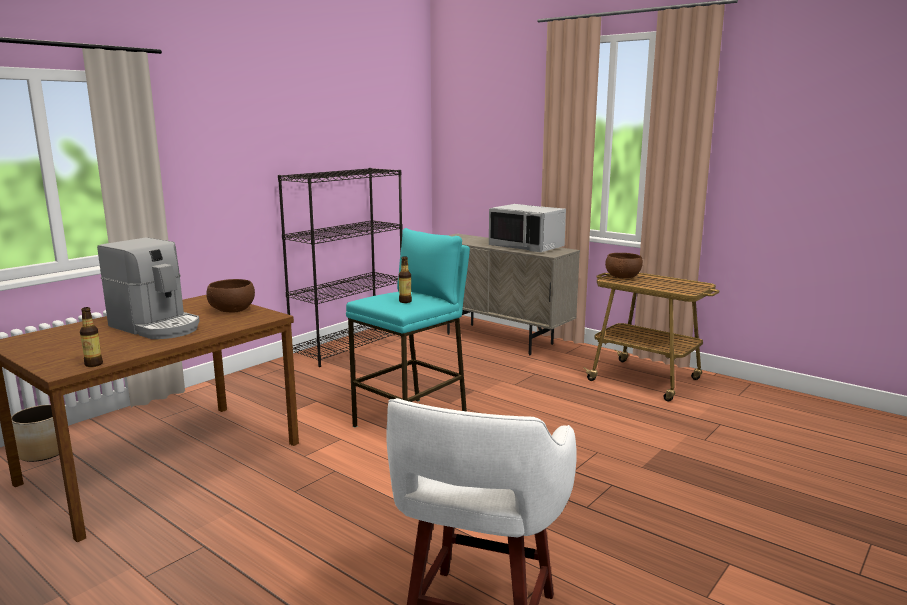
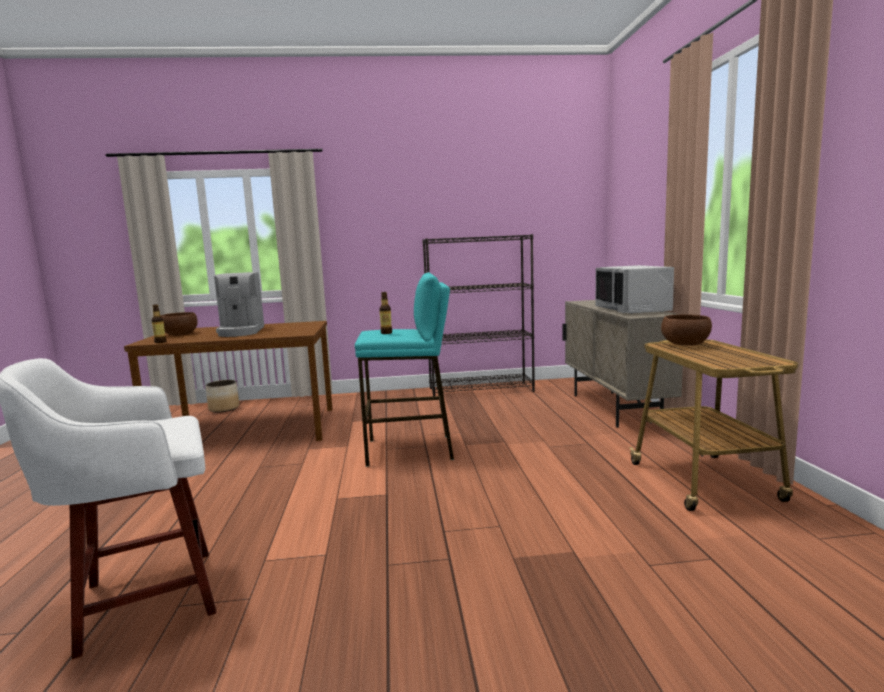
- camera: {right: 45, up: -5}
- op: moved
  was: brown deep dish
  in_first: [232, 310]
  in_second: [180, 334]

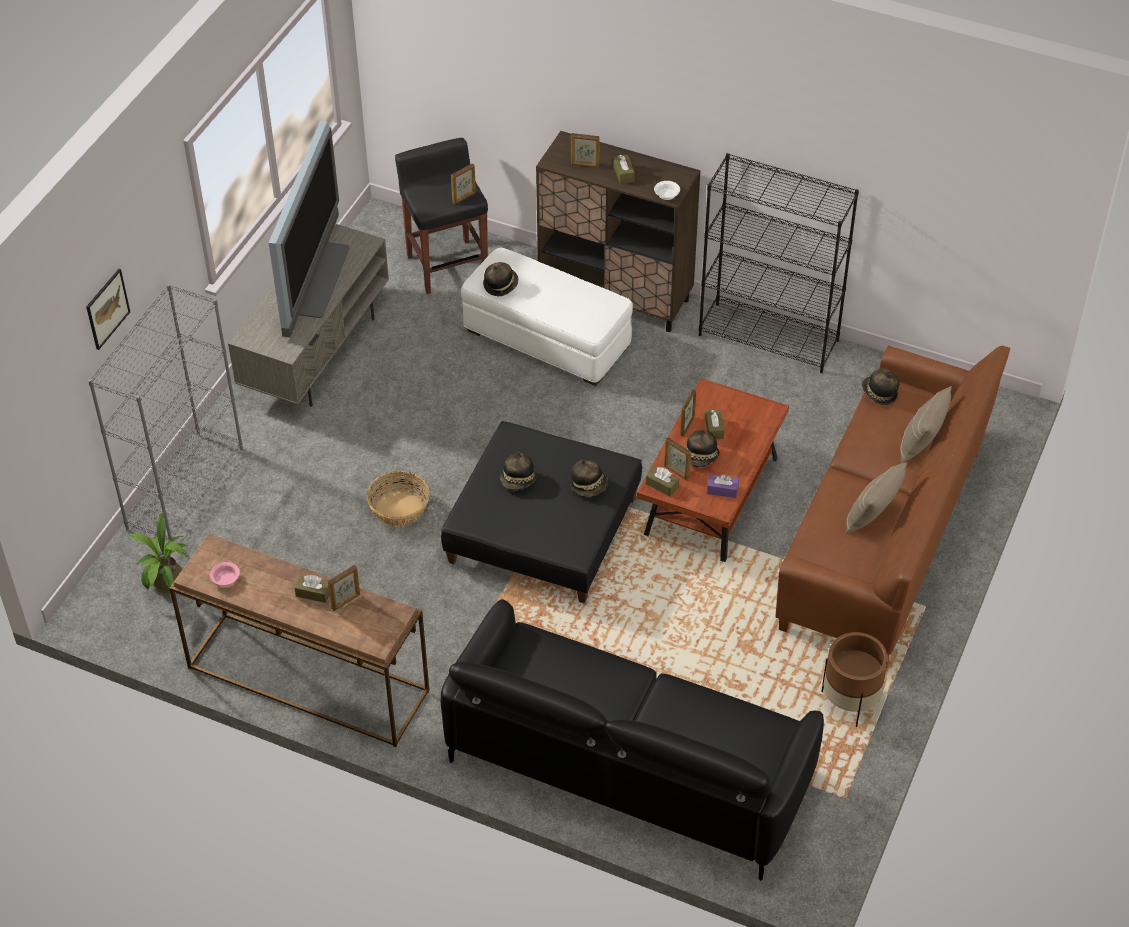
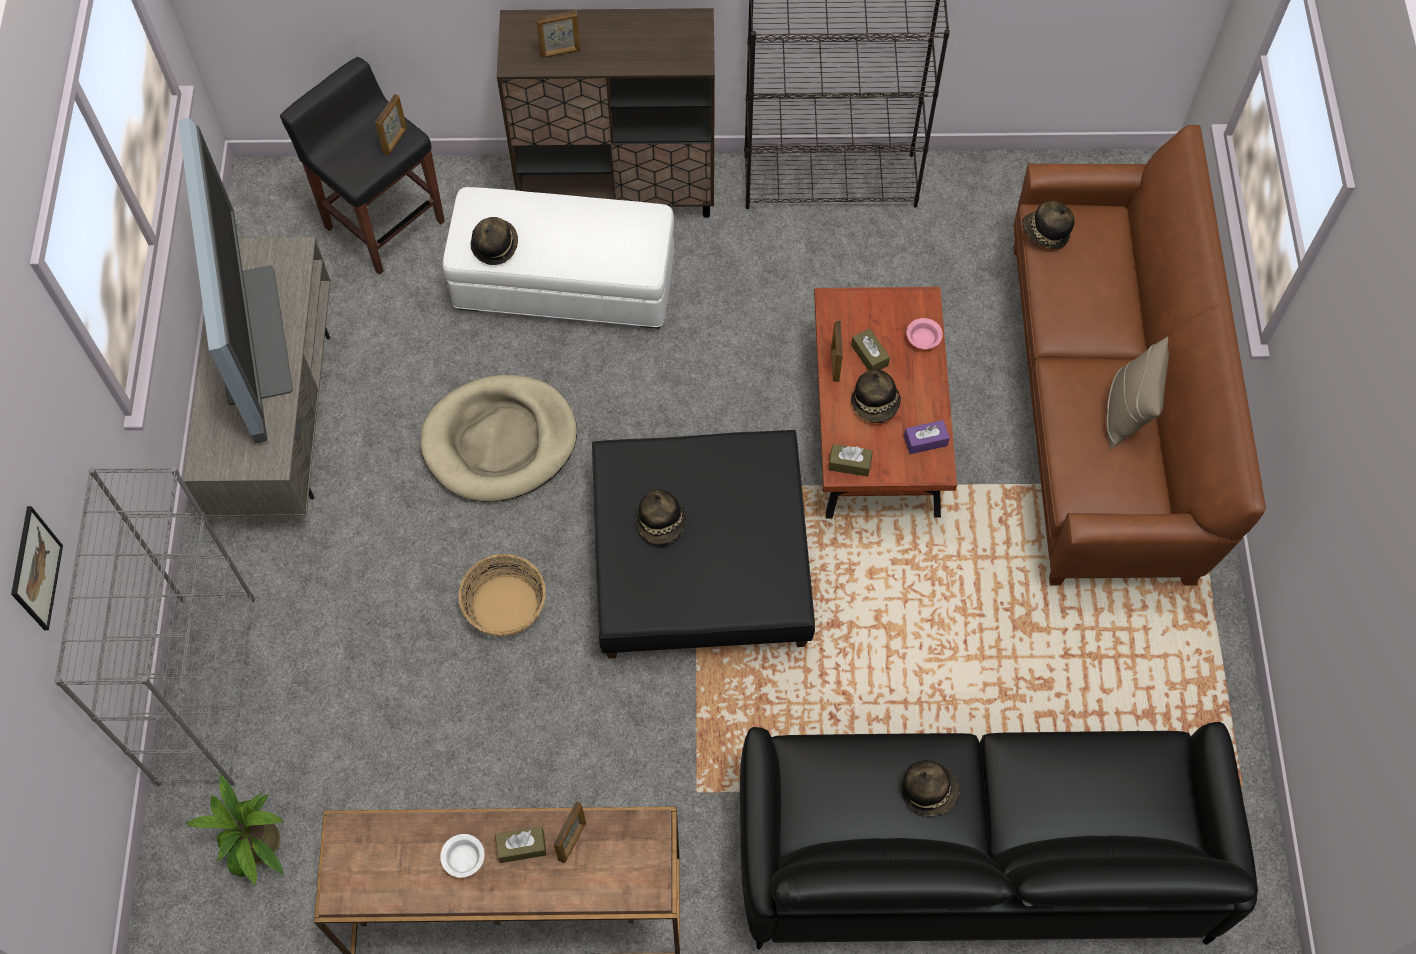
- camera: {right: -25, up: 15}
- op: moved
  was: pink deep dish
  in_first: [225, 579]
  in_second: [923, 339]
- op: moved
  was: hat
  in_first: [589, 485]
  in_second: [929, 790]
- op: removed
  was: brown tissue box
  in_first: [623, 174]
- op: moved
  was: white-coloured deep dish
  in_first: [667, 195]
  in_second: [465, 858]
- op: removed
  was: picture frame
  in_first: [676, 472]
- op: removed
  was: brown planter
  in_first: [850, 702]
- op: removed
  was: sand-coloured cushion
  in_first: [920, 444]
- op: added
  now: sand-coloured dog bed
  in_second: [500, 441]

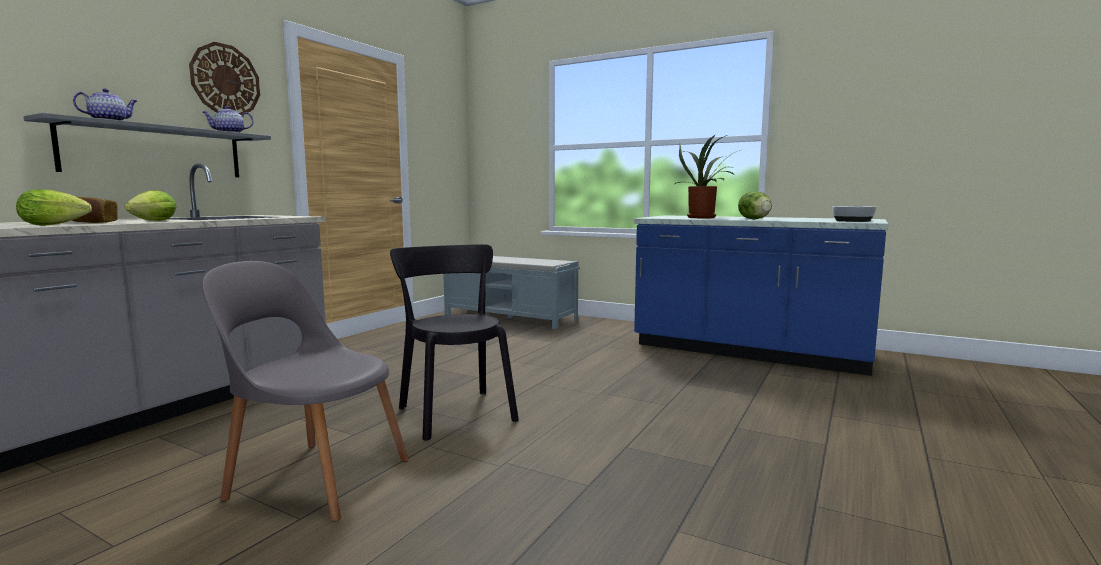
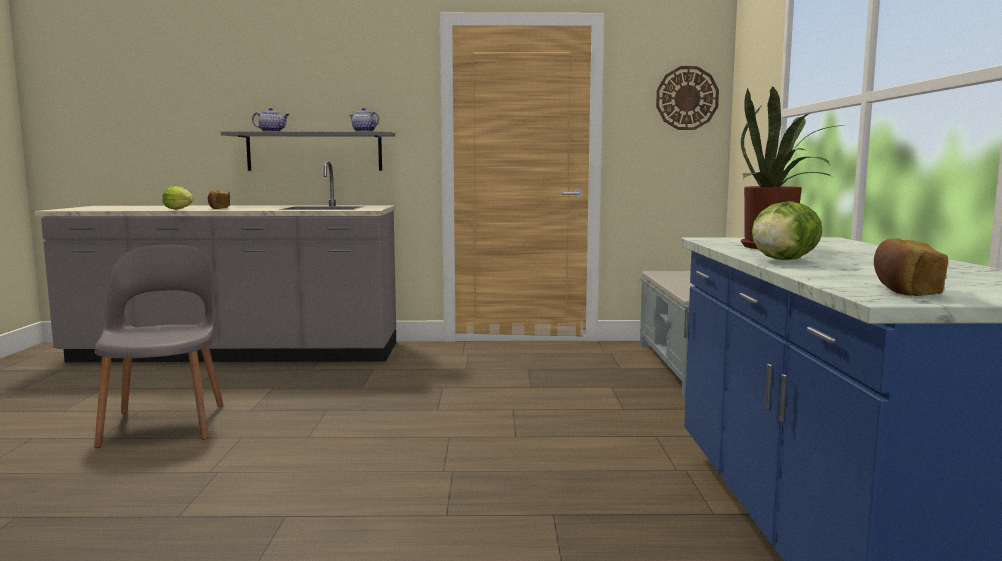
- camera: {right: 60, up: 0}
- op: removed
  was: head of lettuce
  in_first: [151, 221]
- op: moved
  was: hanging clock
  in_first: [225, 80]
  in_second: [687, 98]
- op: removed
  was: black plain chair
  in_first: [455, 412]
- op: replaced
  was: deep dish
  now: bakery bread
  in_first: [852, 221]
  in_second: [904, 290]

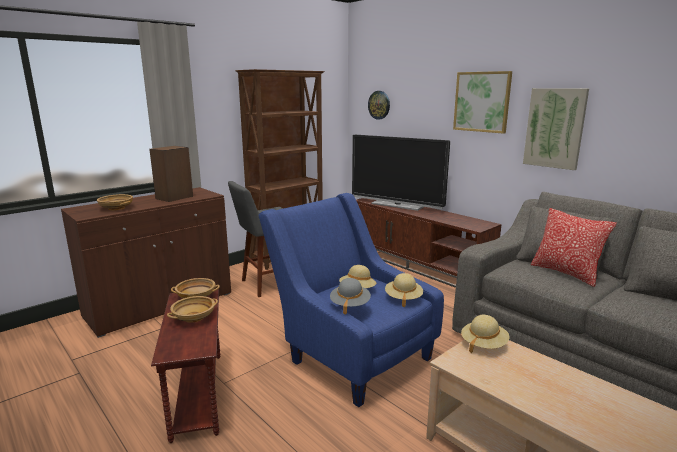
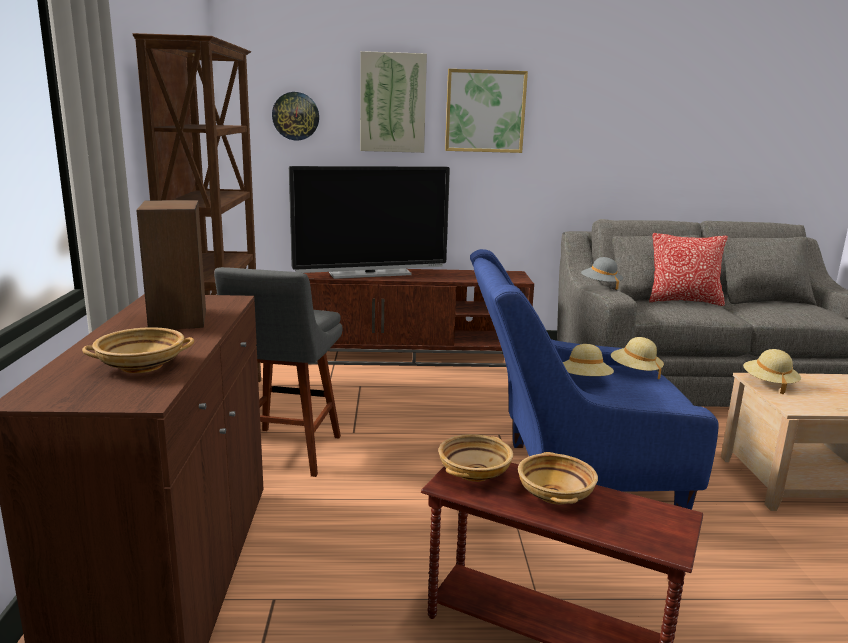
- camera: {right: -50, up: 0}
- op: moved
  was: greyish hat
  in_first: [350, 305]
  in_second: [600, 285]
- op: moved
  was: wall picture
  in_first: [554, 128]
  in_second: [393, 103]

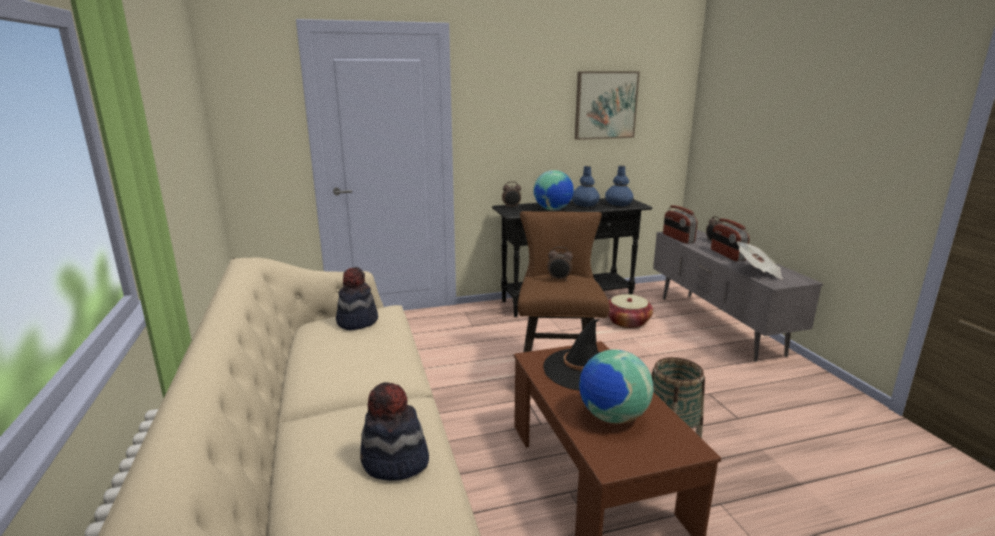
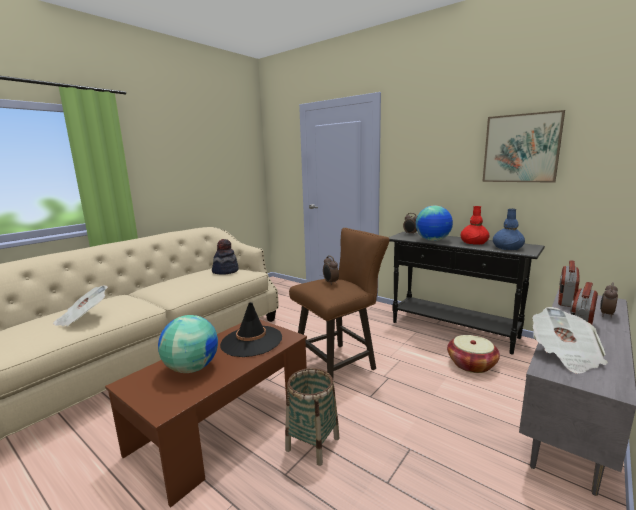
- camera: {right: 55, up: -5}
- op: replaced
  was: hat
  now: printed paper
  in_first: [394, 462]
  in_second: [83, 318]
- op: recoloured
  was: blue-coloured flower vase
  now: red-coloured flower vase
  in_first: [585, 204]
  in_second: [474, 242]

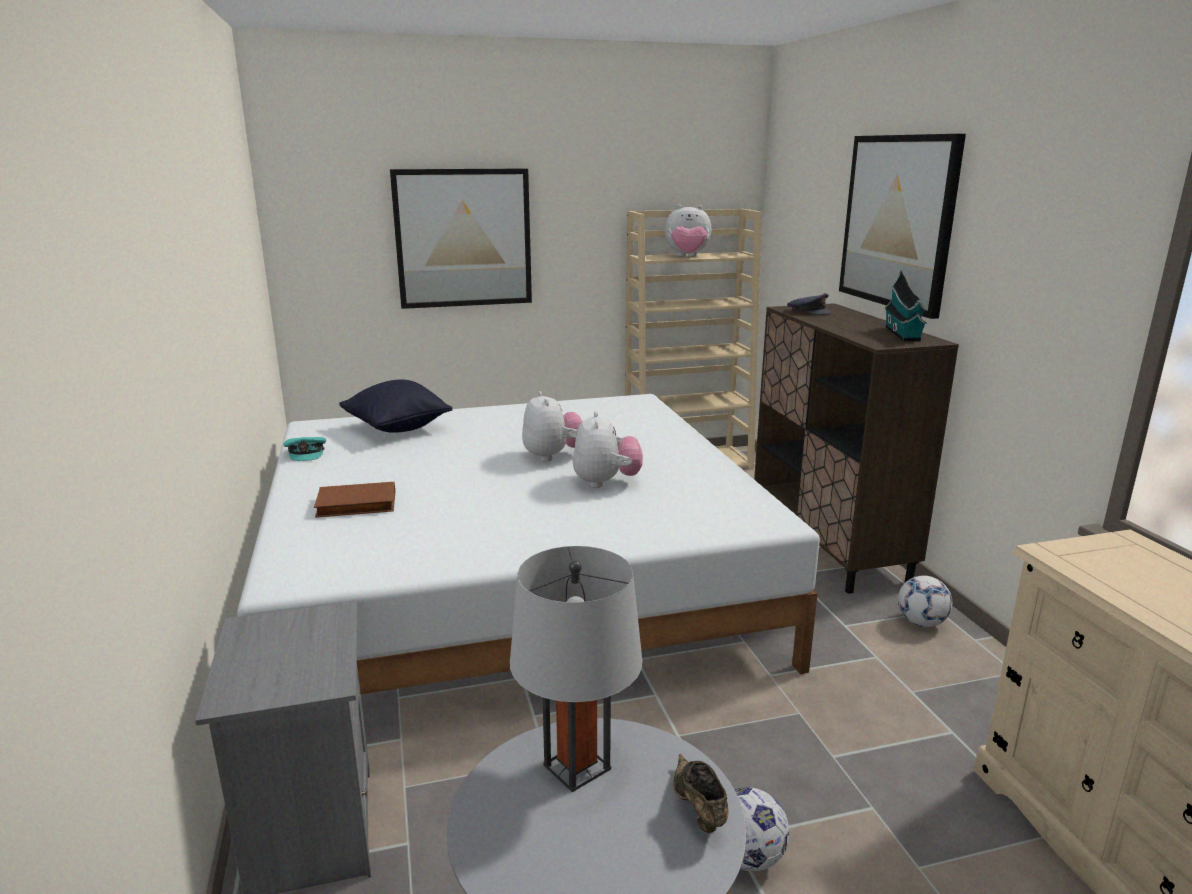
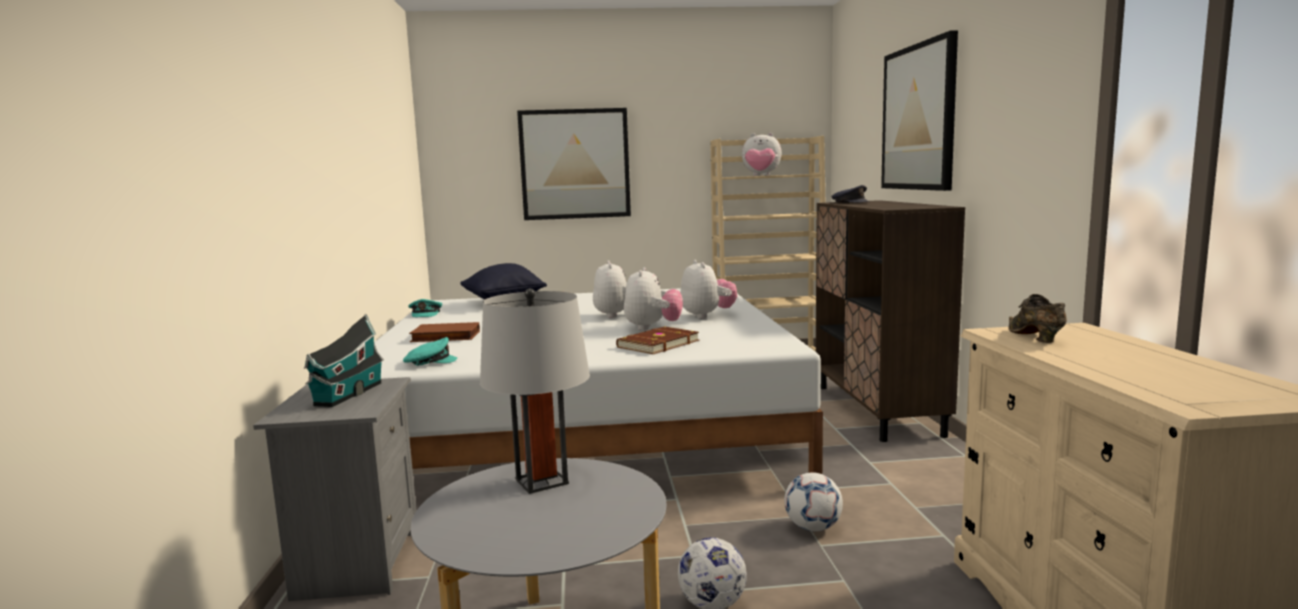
- camera: {right: 10, up: -10}
- op: moved
  was: brown low shoe
  in_first: [698, 809]
  in_second: [1034, 337]
- op: moved
  was: model house
  in_first: [903, 334]
  in_second: [347, 395]
- op: moved
  was: football
  in_first: [921, 623]
  in_second: [813, 528]
- op: added
  now: turquoise cap
  in_second: [429, 362]
- op: added
  now: brown book
  in_second: [657, 344]
- op: added
  now: cuddly toy
  in_second: [707, 316]

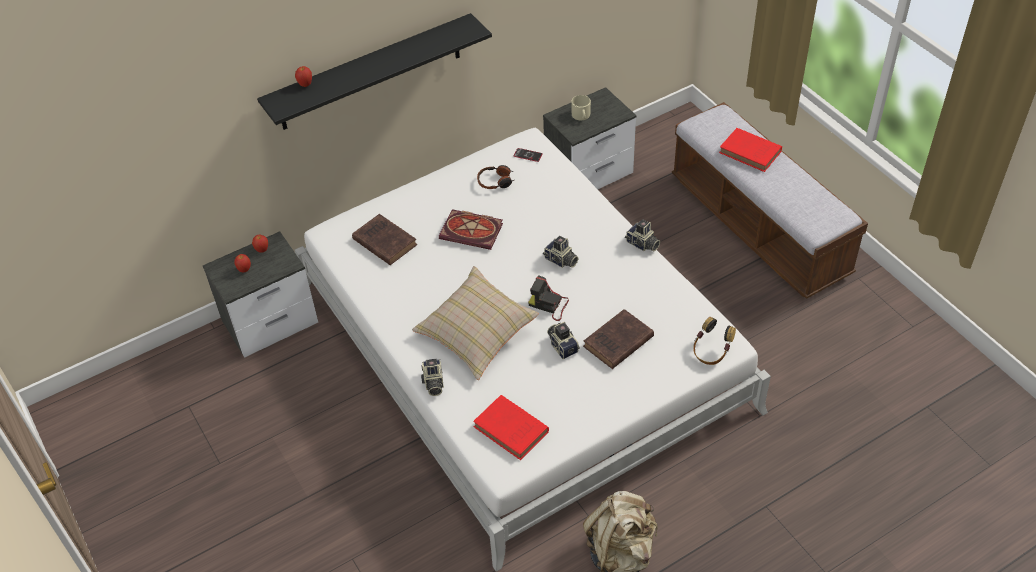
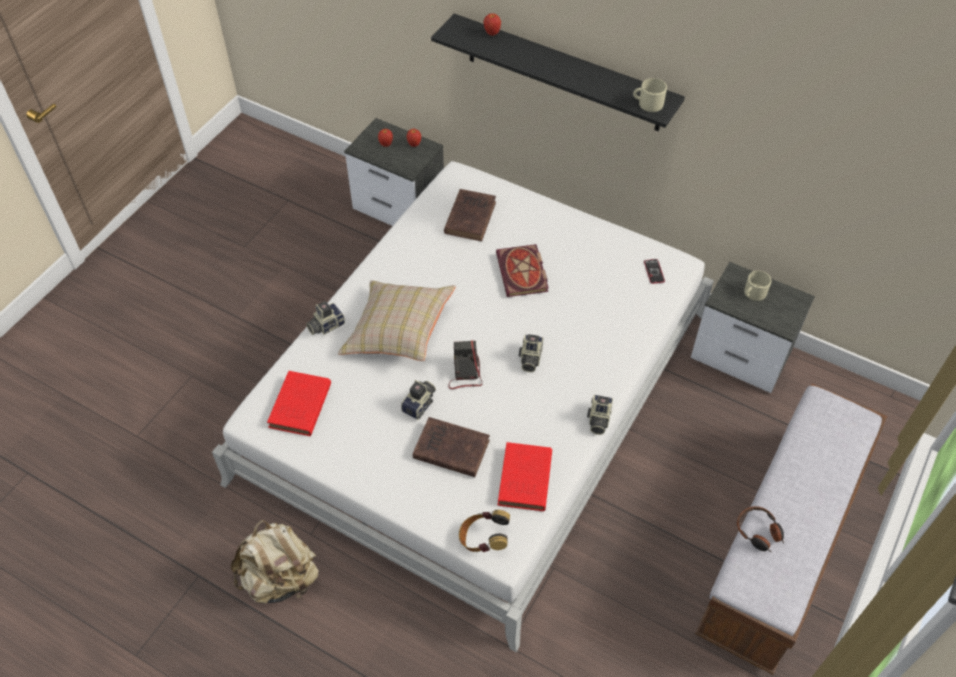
- camera: {right: 60, up: 5}
- op: moved
  was: headset
  in_first: [496, 181]
  in_second: [759, 532]
- op: moved
  was: red-coloured book
  in_first: [751, 153]
  in_second: [524, 481]
- op: added
  now: sand-coloured mug
  in_second: [647, 103]

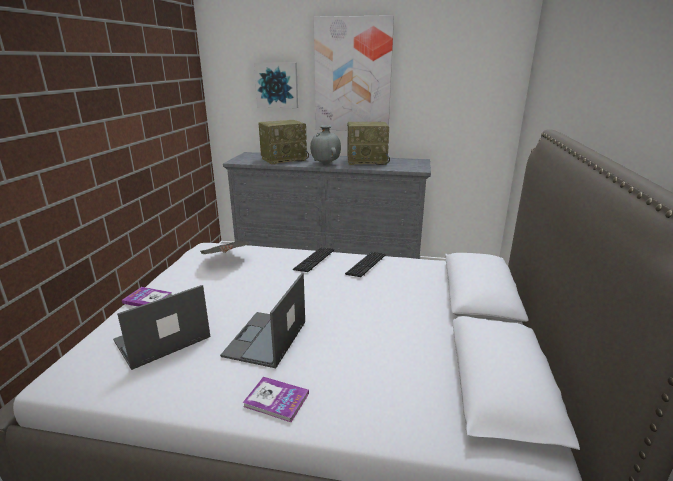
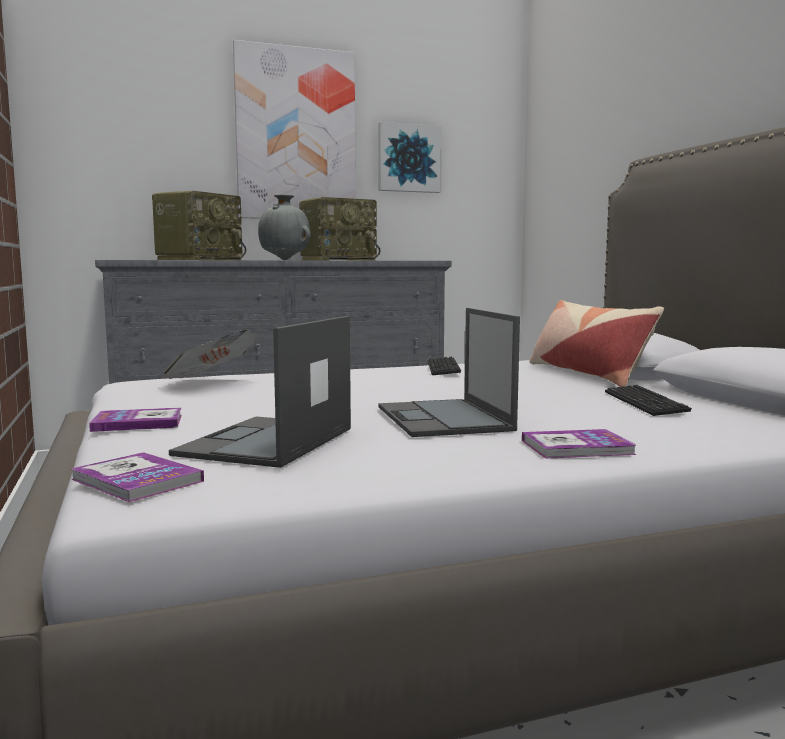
- camera: {right: -30, up: -15}
- op: moved
  was: wall picture
  in_first: [277, 85]
  in_second: [408, 158]
- op: moved
  was: keyboard
  in_first: [314, 260]
  in_second: [644, 403]
- op: added
  now: book
  in_second: [137, 480]
- op: added
  now: cushion
  in_second: [587, 374]

